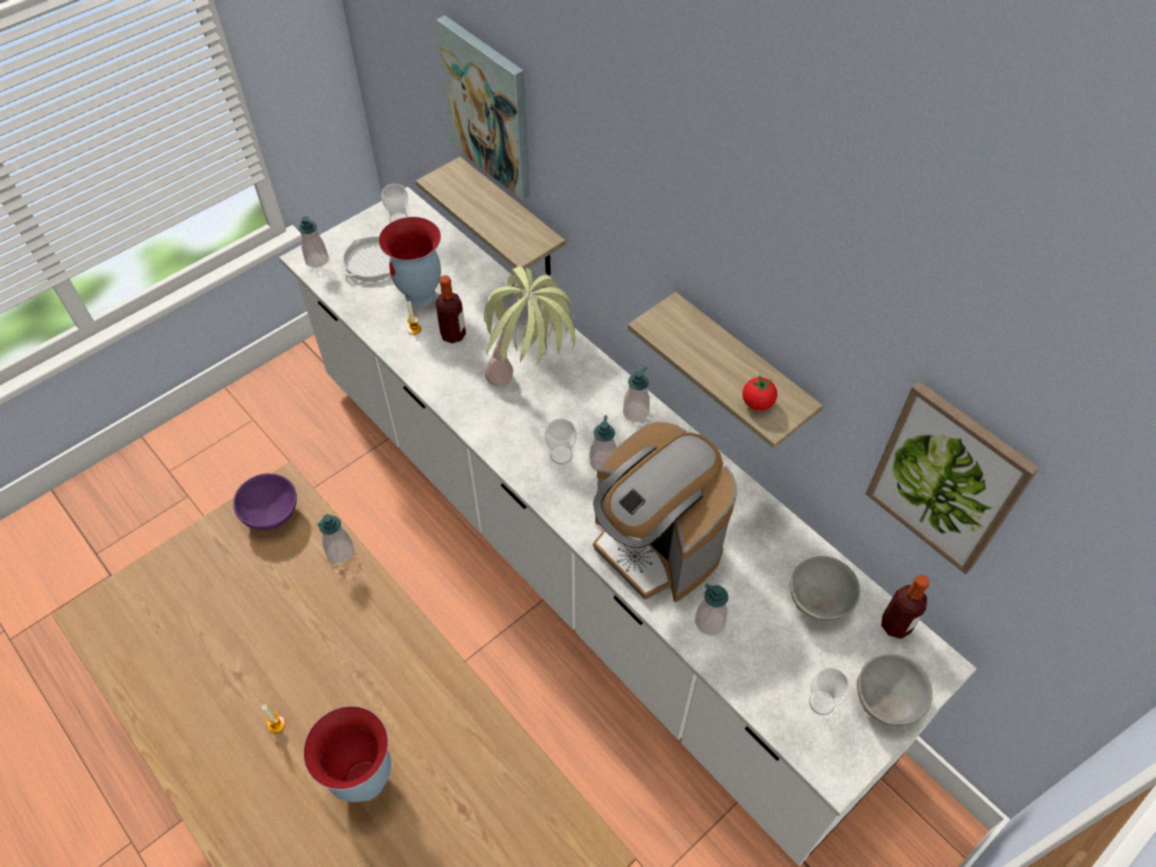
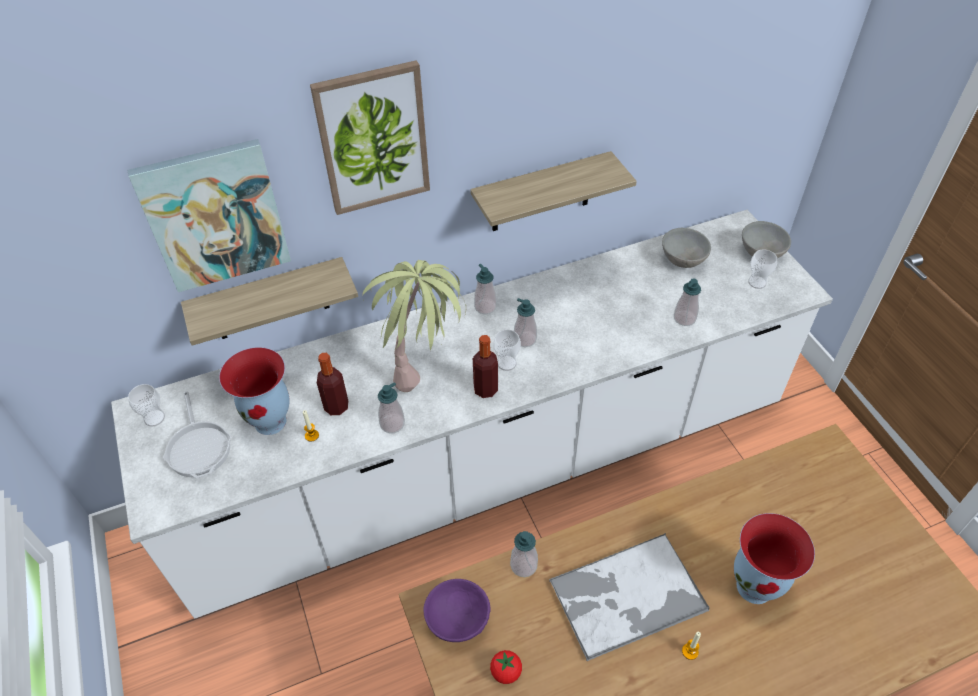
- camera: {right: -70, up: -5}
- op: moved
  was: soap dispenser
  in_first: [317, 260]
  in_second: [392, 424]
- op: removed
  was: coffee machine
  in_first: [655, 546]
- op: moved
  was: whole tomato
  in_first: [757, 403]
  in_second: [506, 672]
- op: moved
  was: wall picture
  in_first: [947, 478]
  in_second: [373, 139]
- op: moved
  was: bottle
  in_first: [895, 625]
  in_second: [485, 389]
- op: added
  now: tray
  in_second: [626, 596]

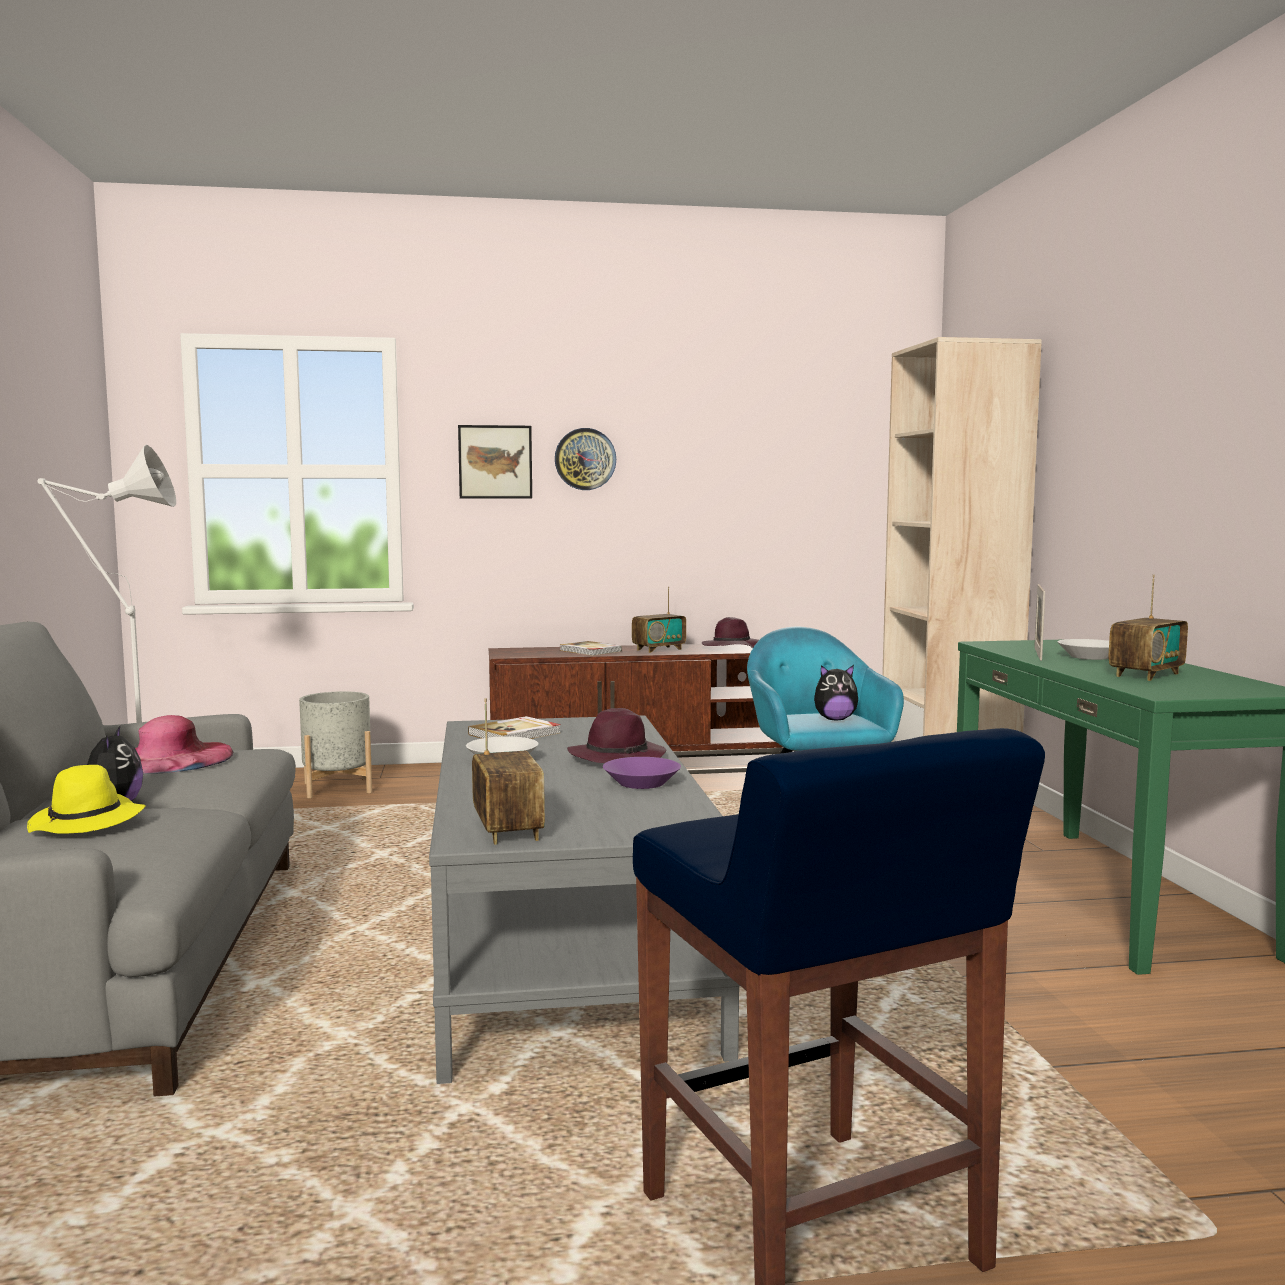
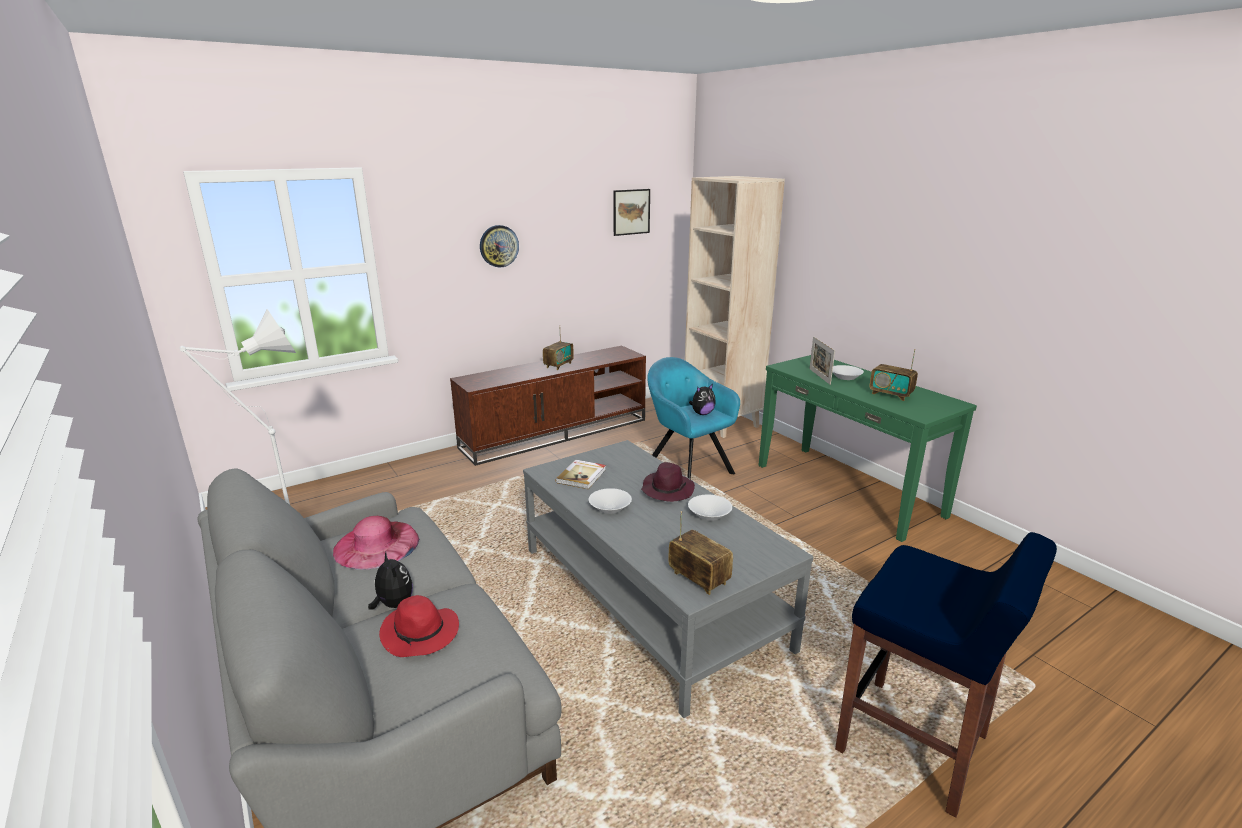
- camera: {right: -25, up: 15}
- op: recoloured
  was: yellowish hat
  now: red-coloured hat
  in_first: [87, 823]
  in_second: [421, 633]
- op: removed
  was: greyish planter
  in_first: [338, 787]
- op: moved
  was: wall picture
  in_first: [495, 462]
  in_second: [631, 212]
- op: removed
  was: book
  in_first: [590, 651]
- op: recoloured
  was: purple deep dish
  now: white-coloured deep dish
  in_first: [641, 783]
  in_second: [709, 514]
- op: removed
  was: purple hat
  in_first: [731, 647]
- op: turned
  was: radio set
  in_first: [1146, 675]
  in_second: [890, 394]
  clockwise: 105

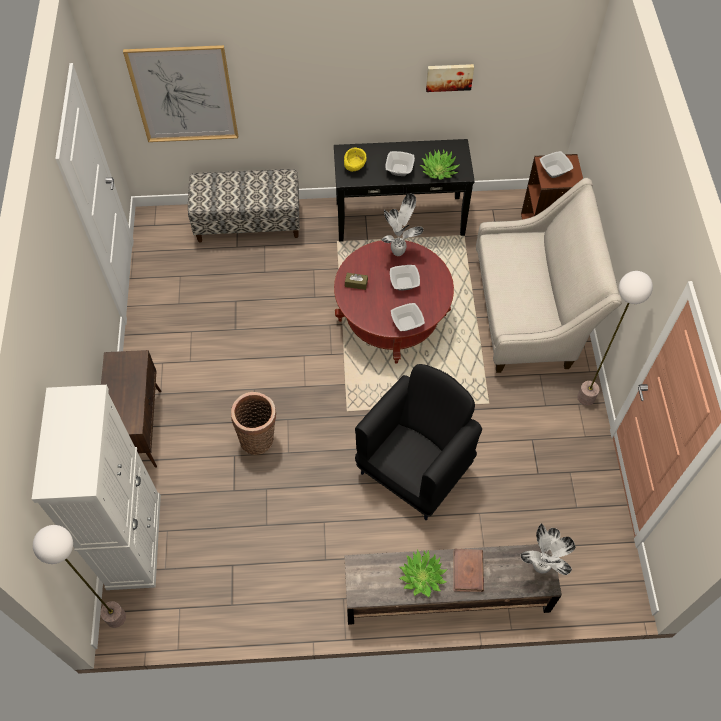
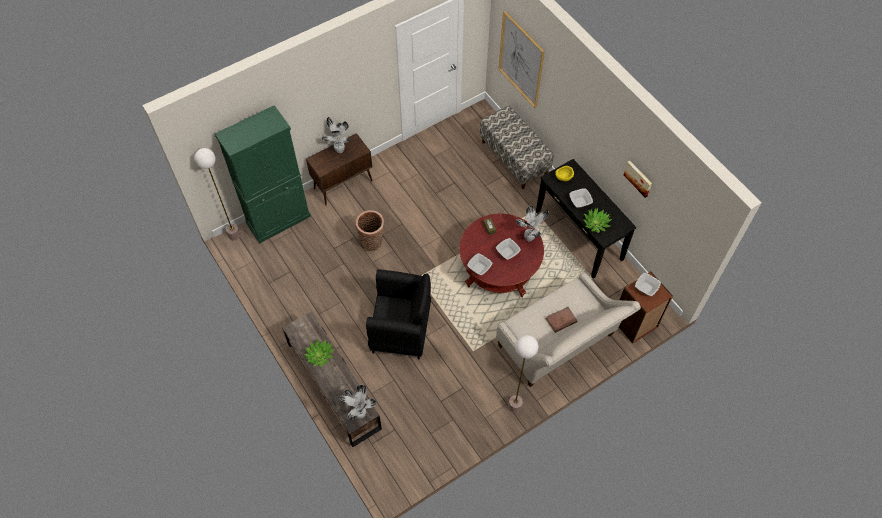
- camera: {right: 60, up: 0}
- op: recoloured
  was: white-coloured cupboard
  now: green-coloured cupboard
  in_first: [134, 541]
  in_second: [278, 219]
- op: moved
  was: brown book
  in_first: [468, 571]
  in_second: [561, 320]
- op: added
  now: plant in a pot
  in_second: [339, 151]

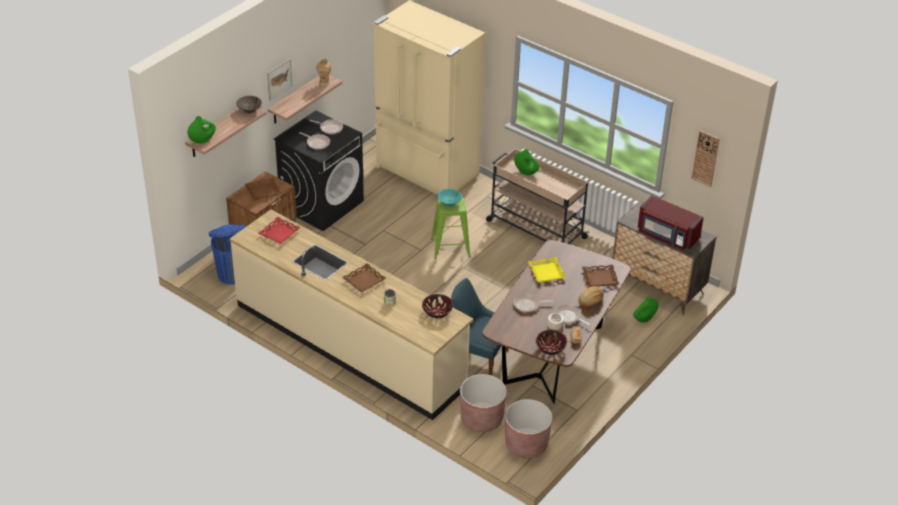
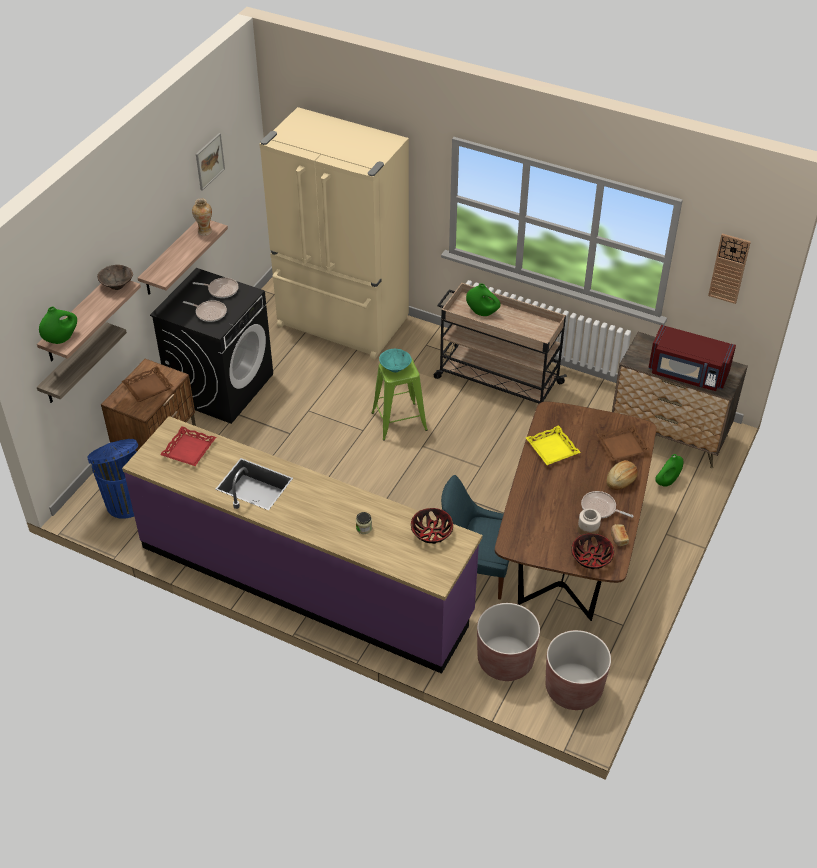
- camera: {right: -10, up: 5}
- op: recoloured
  was: sand-coloured kitchen base unit
  now: purple kitchen base unit
  in_first: [350, 344]
  in_second: [305, 580]
- op: moved
  was: wall picture
  in_first: [279, 79]
  in_second: [209, 161]
- op: removed
  was: brown tray
  in_first: [364, 280]
- op: removed
  was: frying pan
  in_first: [528, 305]
- op: added
  now: wall shelf
  in_second: [73, 364]

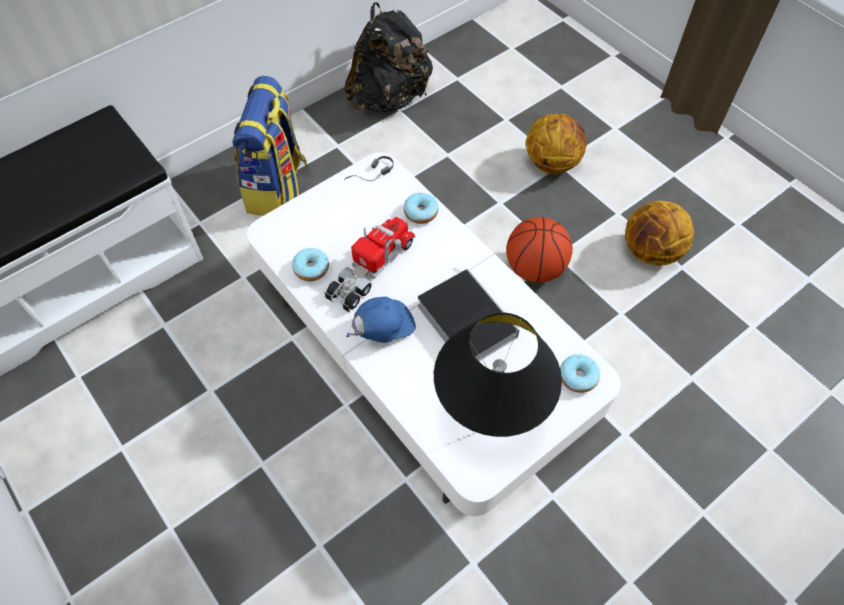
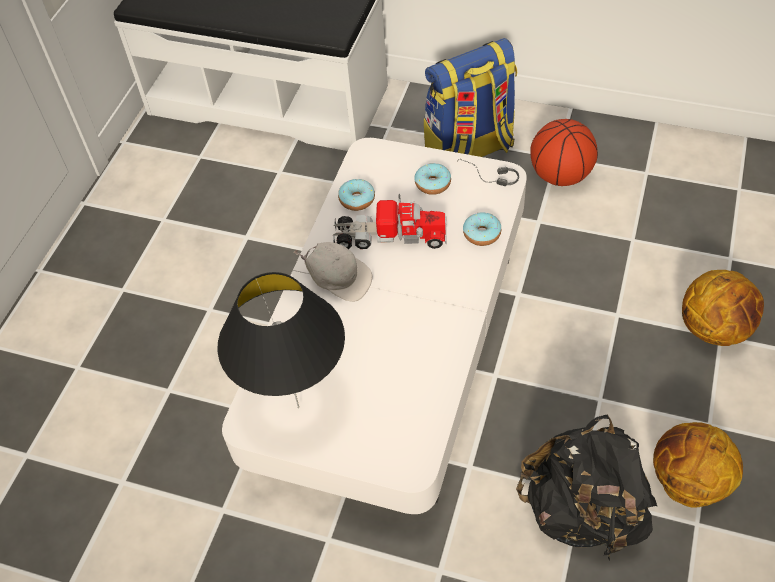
- camera: {right: 60, up: -5}
- op: moved
  was: black rucksack
  in_first: [389, 97]
  in_second: [583, 512]
- op: recoloured
  was: blue-coloured cap
  now: white-coloured cap
  in_first: [383, 328]
  in_second: [338, 280]
- op: removed
  was: book
  in_first: [464, 319]
- op: moved
  was: ball for basketball
  in_first: [534, 268]
  in_second: [560, 175]
- op: moved
  was: donut
  in_first: [578, 377]
  in_second: [432, 184]

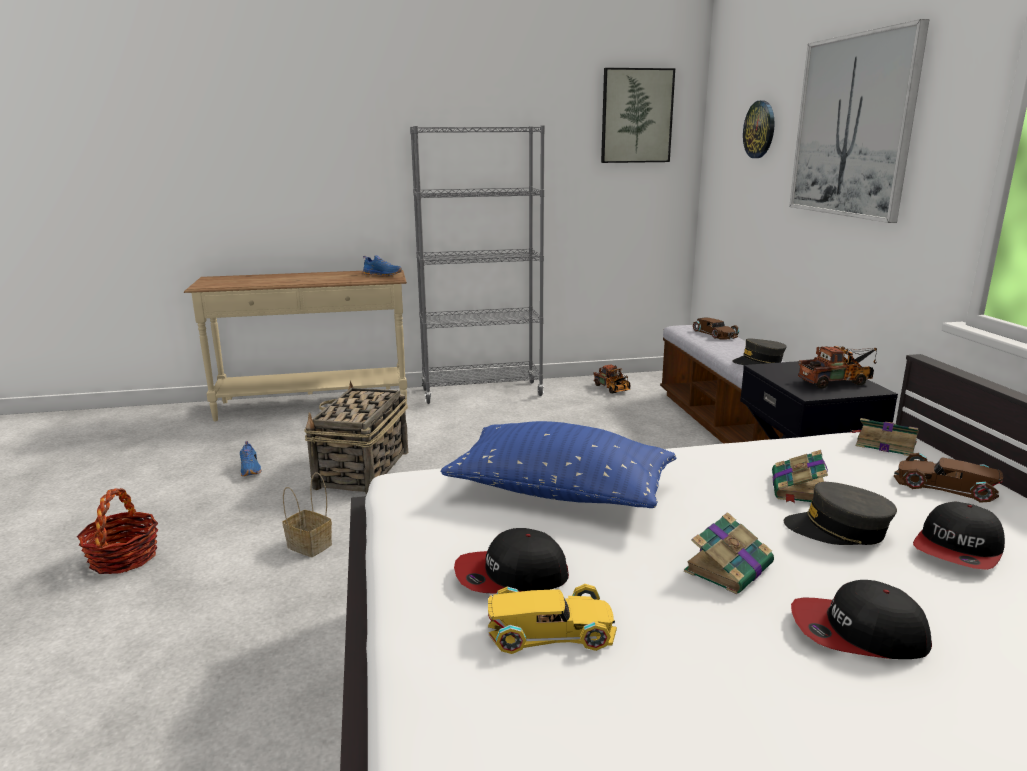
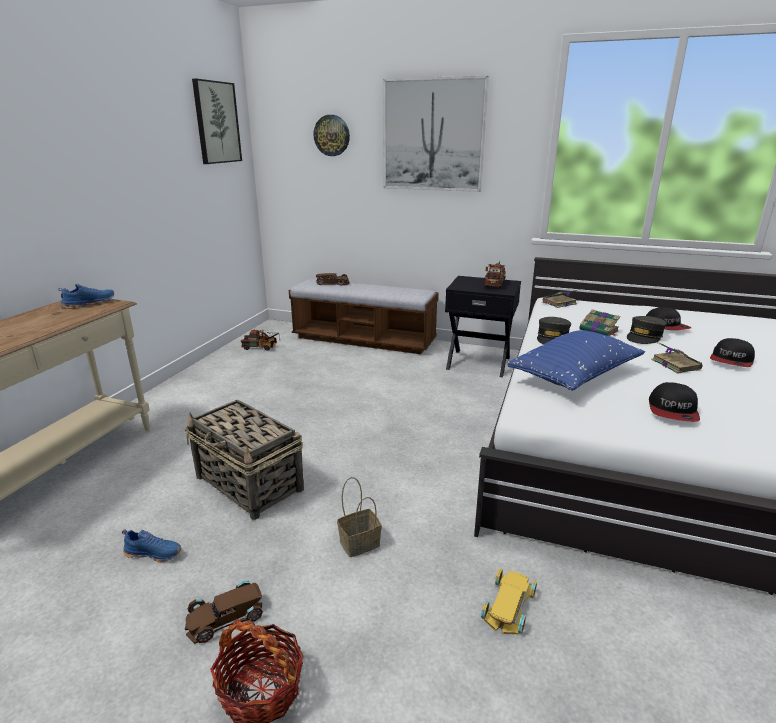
- camera: {right: -60, up: 5}
- op: removed
  was: greyish shelving unit
  in_first: [482, 392]
- op: moved
  was: yellowish toy car
  in_first: [552, 630]
  in_second: [510, 605]
- op: moved
  was: greyish cap
  in_first: [759, 362]
  in_second: [552, 338]
- op: moved
  was: brown toy car
  in_first: [944, 485]
  in_second: [224, 616]

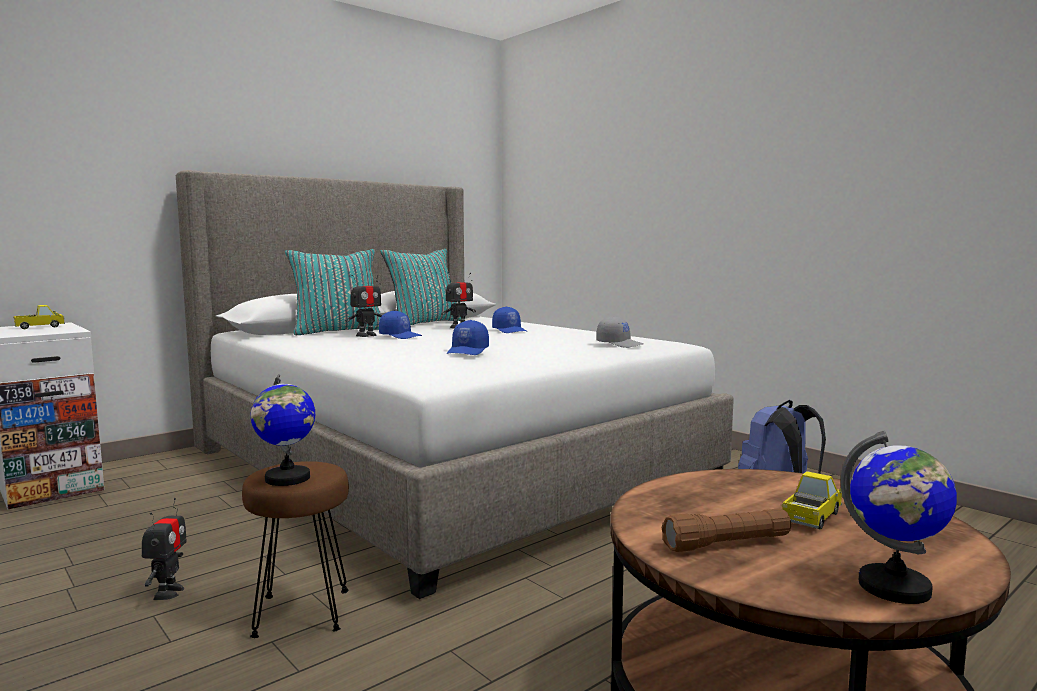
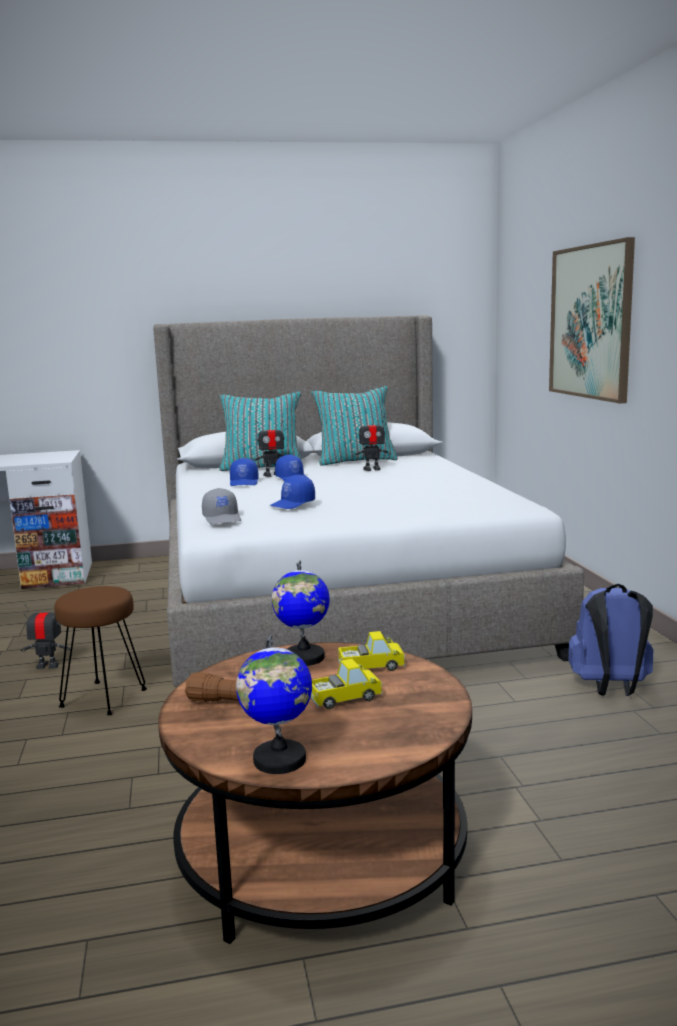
- camera: {right: 30, up: 5}
- op: moved
  was: model truck
  in_first: [40, 327]
  in_second: [371, 667]
- op: turned
  was: model robot
  in_first: [168, 592]
  in_second: [48, 666]
  clockwise: -120
- op: moved
  was: desk globe
  in_first: [287, 478]
  in_second: [303, 658]
- op: moved
  was: blue-coloured cap
  in_first: [510, 330]
  in_second: [244, 482]
- op: moved
  was: greyish cap
  in_first: [620, 344]
  in_second: [223, 518]
- op: added
  now: wall picture
  in_second: [590, 322]

